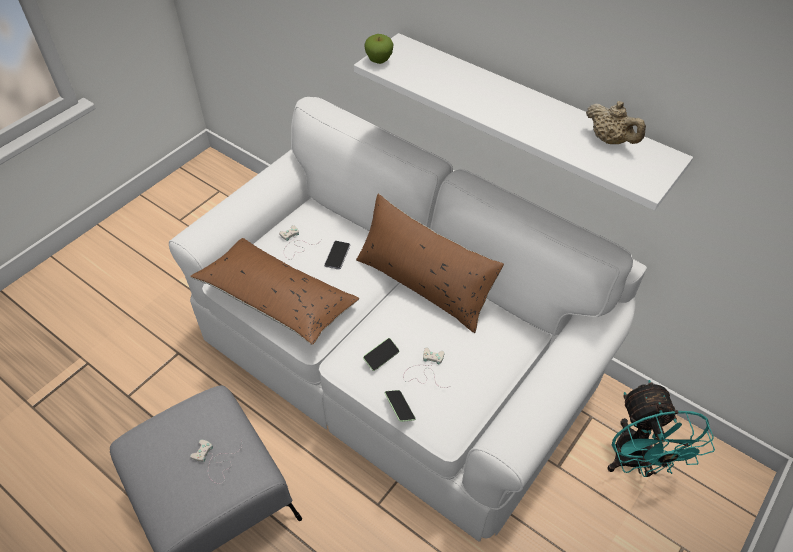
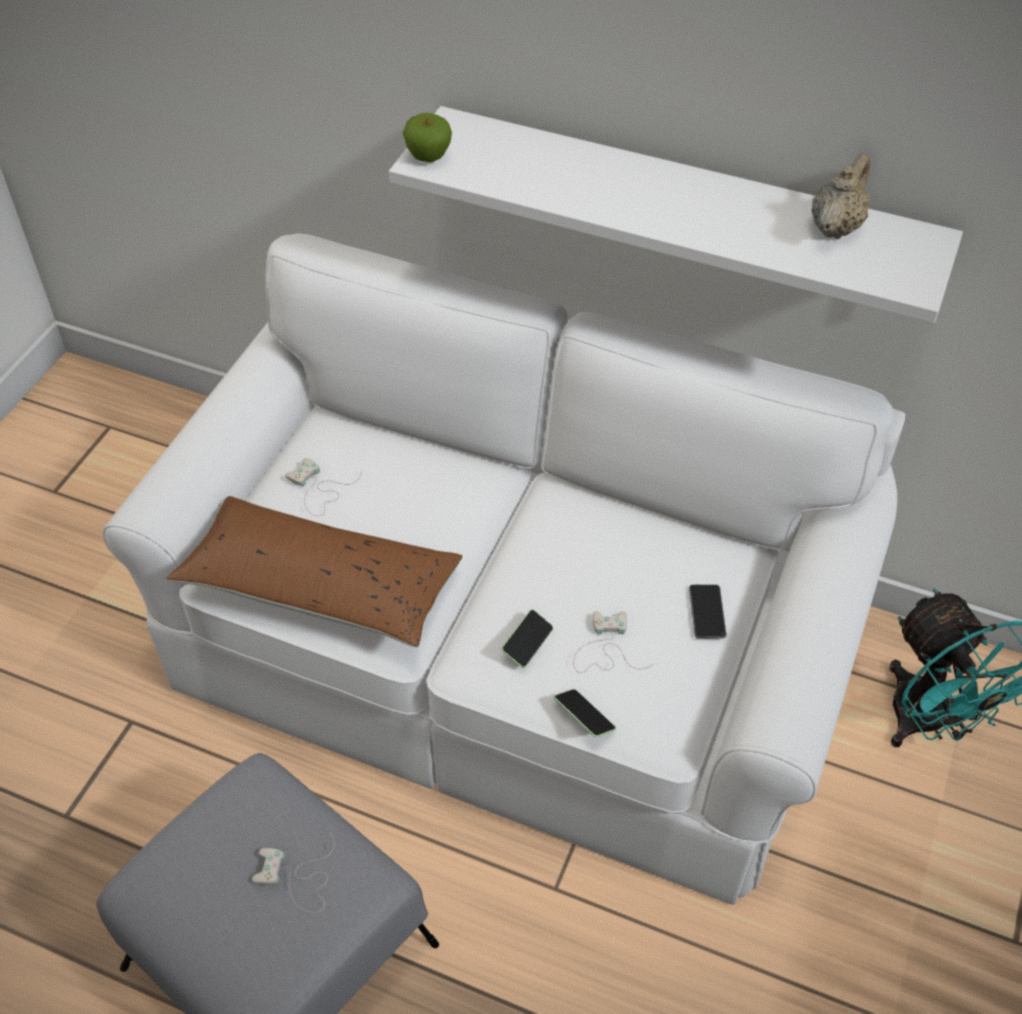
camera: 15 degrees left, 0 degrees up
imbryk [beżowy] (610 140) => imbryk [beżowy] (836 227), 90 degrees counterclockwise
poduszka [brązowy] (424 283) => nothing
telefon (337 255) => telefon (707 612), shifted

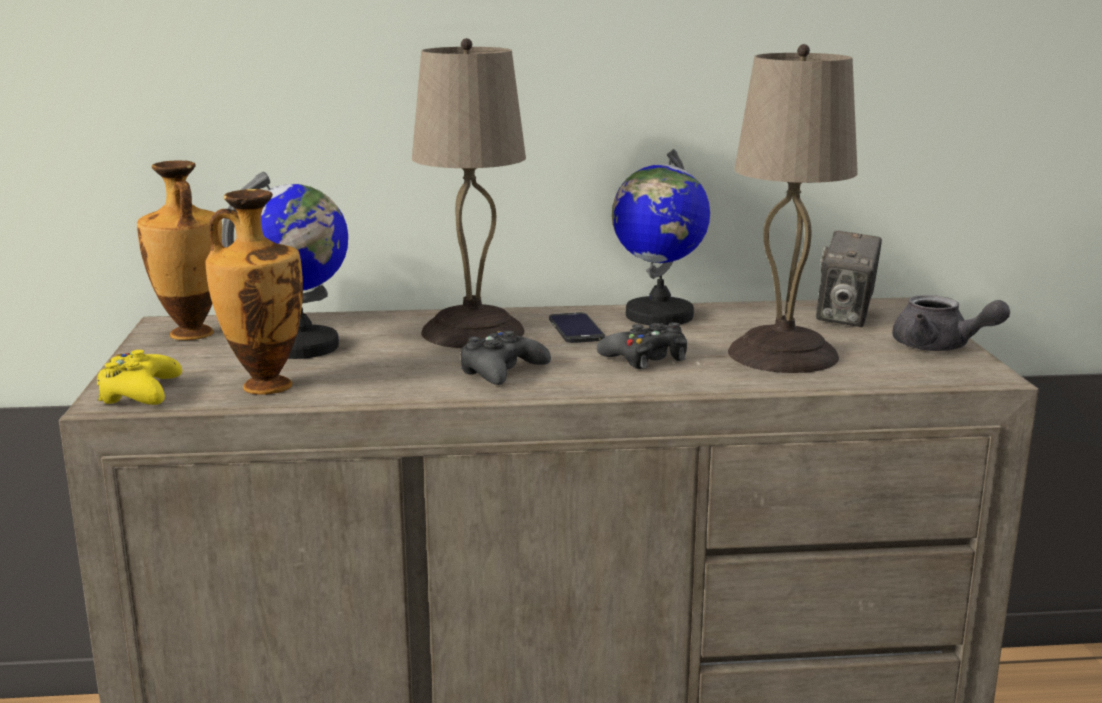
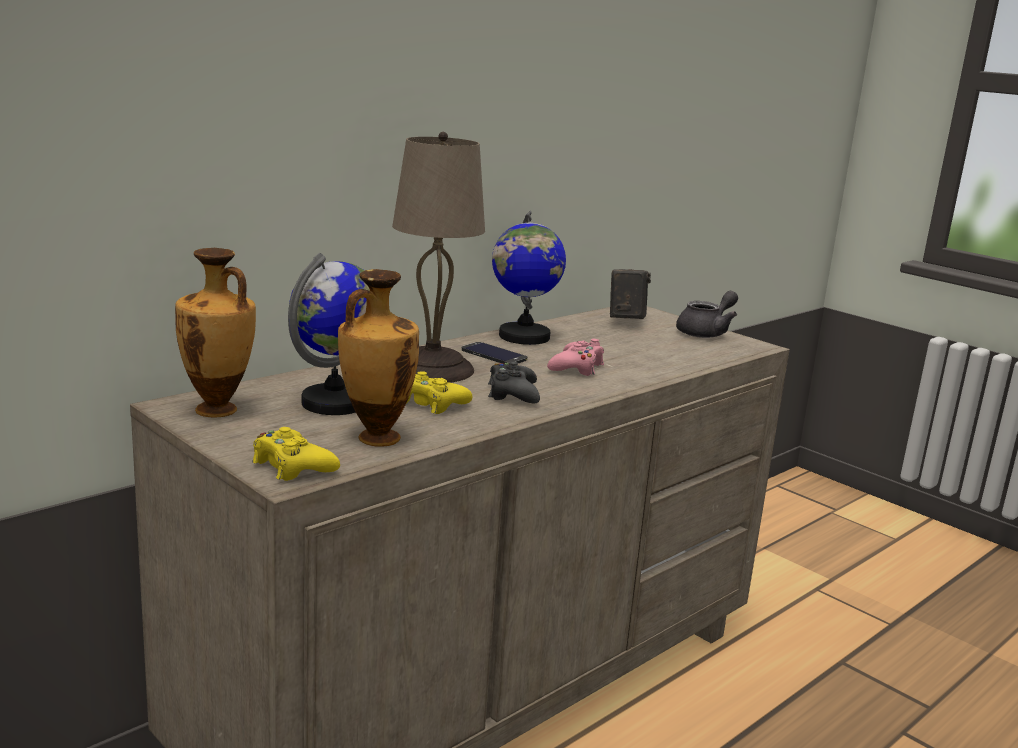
camera: 40 degrees left, 0 degrees up
lampa stołowa [beżowy] (785 355) => nothing
aparat fotograficzny (845 317) => aparat fotograficzny (626 321), 150 degrees counterclockwise
imbryk [szary] (940 347) => imbryk [szary] (706 332), 45 degrees counterclockwise
pad do gier [czarny] (646 358) => pad do gier [różowy] (576 367)
nothing => pad do gier [żółty] (430 403)

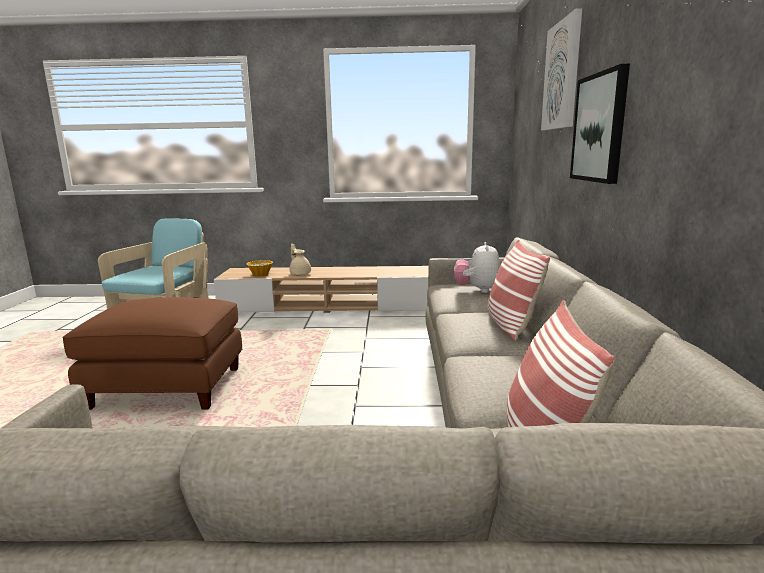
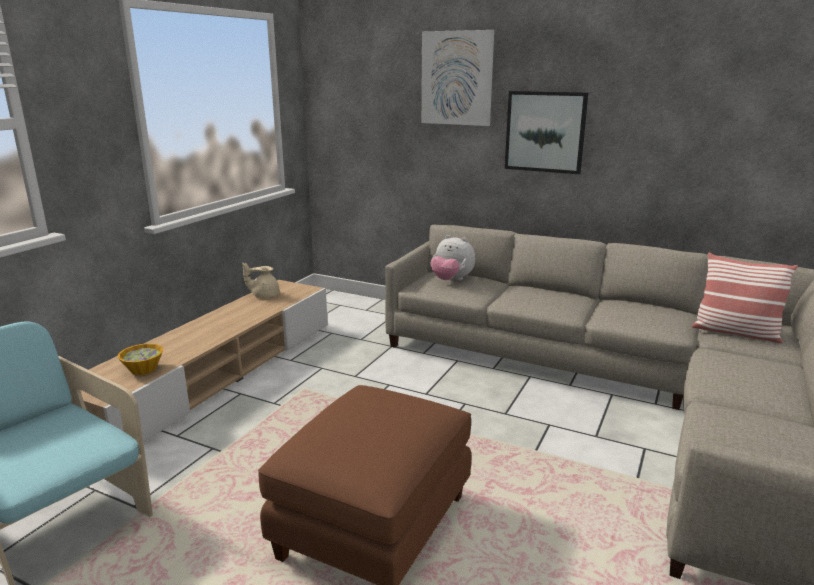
camera: 65 degrees left, 5 degrees up
poduszka (510 325) => nothing
imbryk [beżowy] (300 273) => imbryk [beżowy] (264 295), shifted

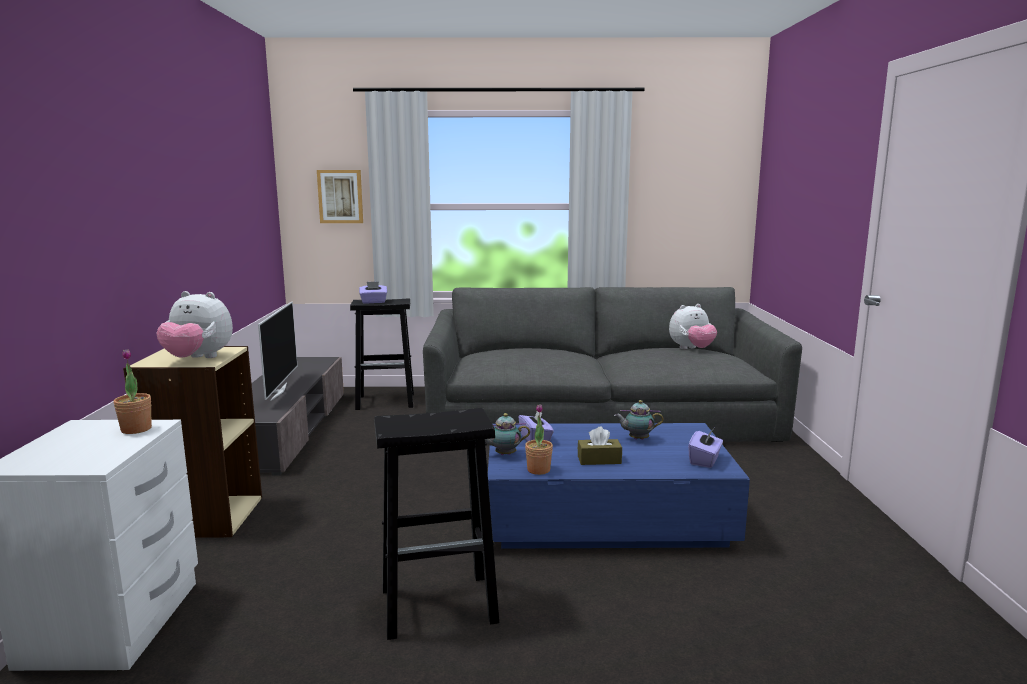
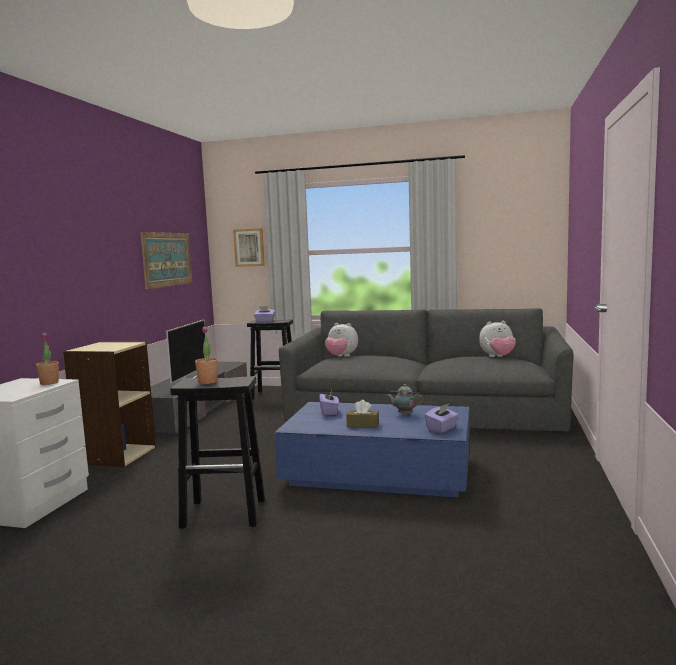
camera: 15 degrees right, 5 degrees down
pluszak (198 359) => pluszak (341 357), shifted
roślina doniczkowa (538 470) => roślina doniczkowa (208 382), shifted
imbryk (504 454) => nothing
nothing => obraz (167 259)

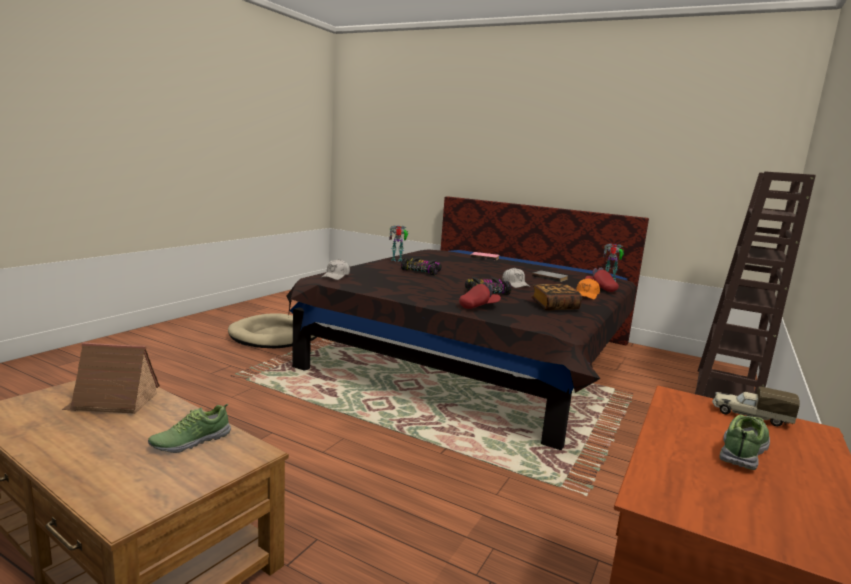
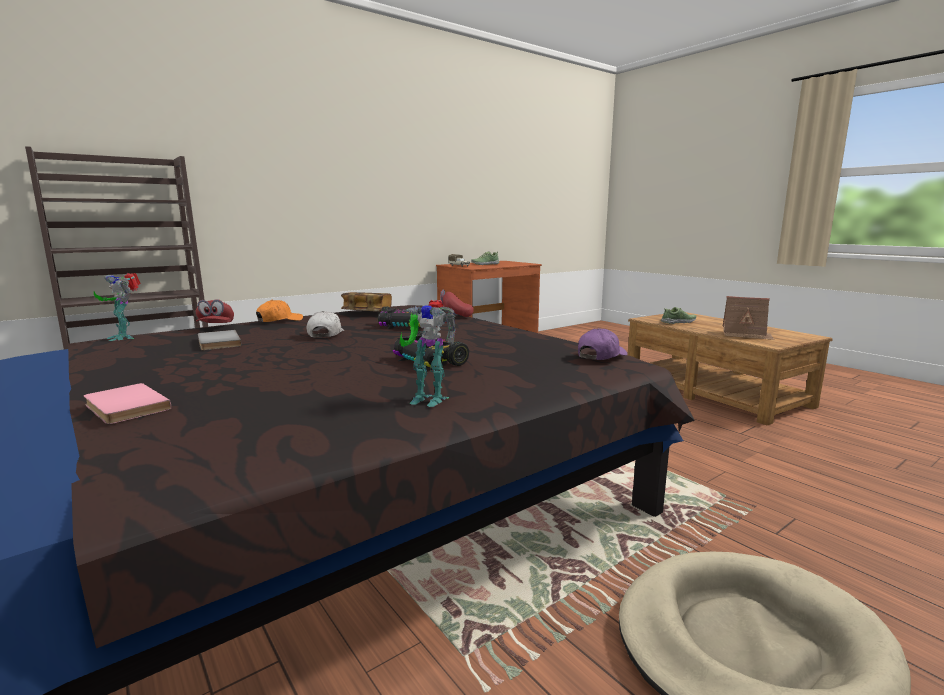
camera: 155 degrees left, 0 degrees up
czapka z daszkiem [biały] (336 276) => czapka z daszkiem [fioletowy] (601 356)

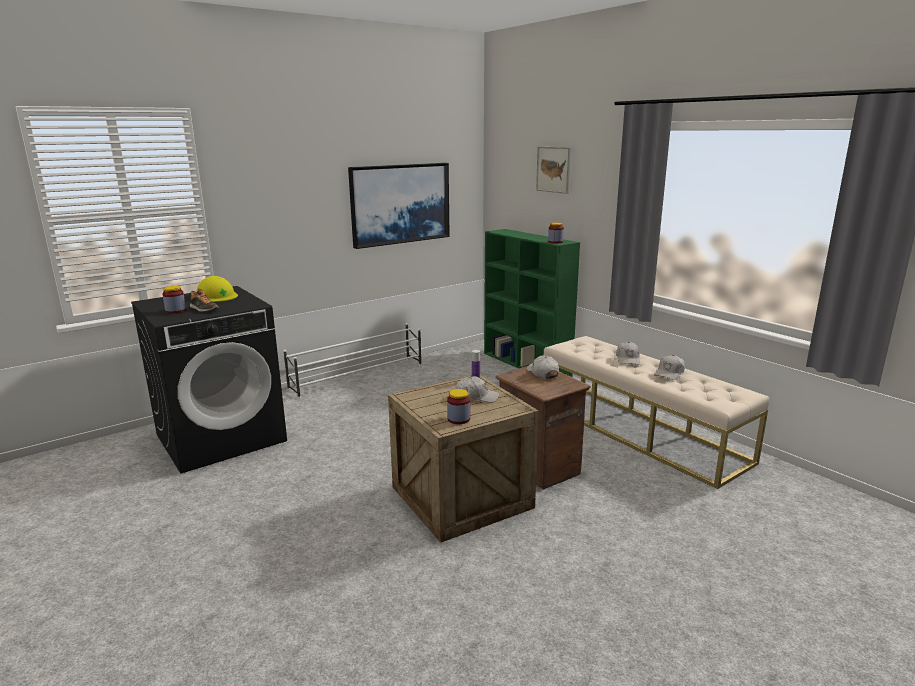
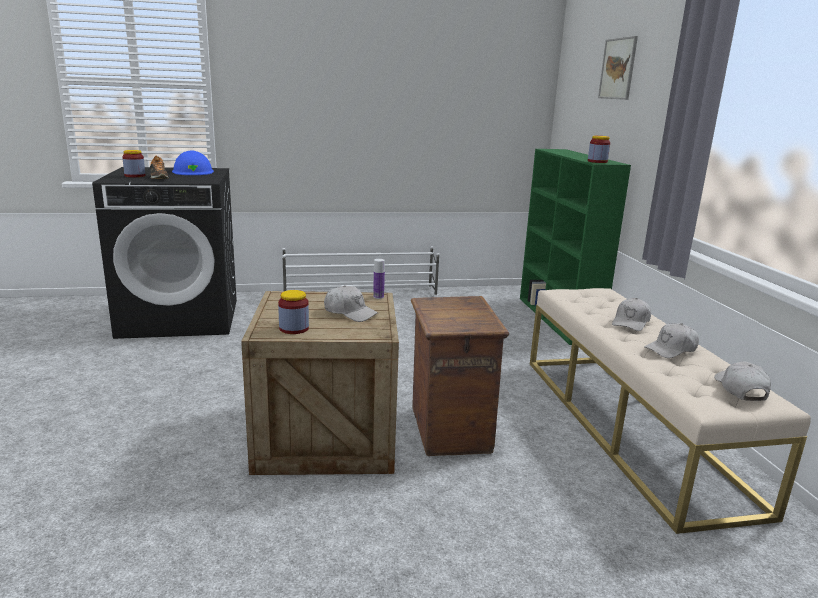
camera: 25 degrees right, 0 degrees up
obraz (400 204) => nothing
kask [żółty] (216 296) => kask [niebieski] (193 171)
czapka z daszkiem [biały] (542 373) => czapka z daszkiem [biały] (740 389), shifted

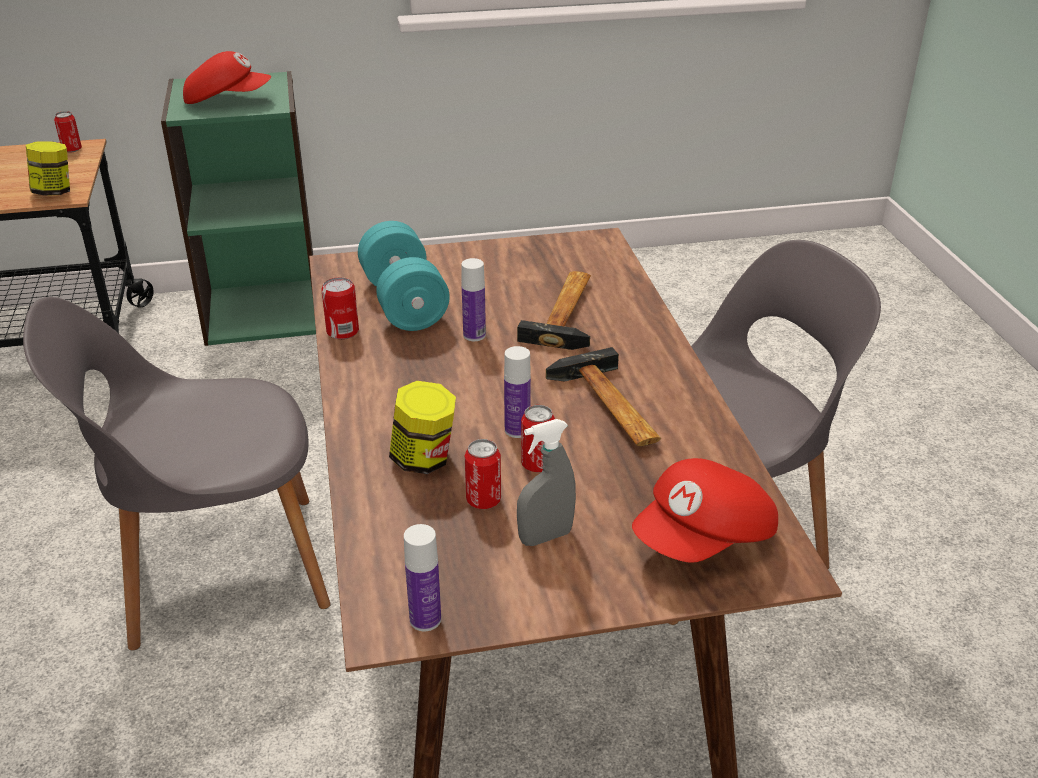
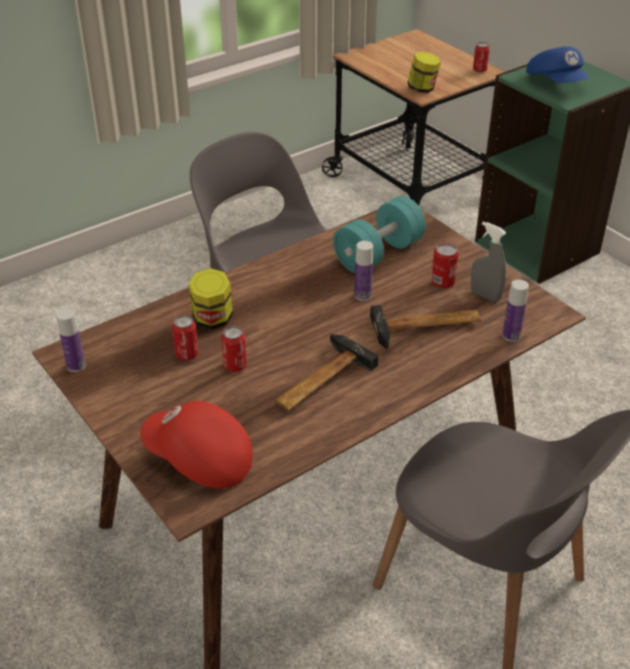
camera: 65 degrees right, 5 degrees up
czapka z daszkiem [czerwony] (227 100) => czapka z daszkiem [niebieski] (556 82)
puszka (342 331) => puszka (443 282), shifted
butelka (517 430) => butelka (511 336), shifted
spryskiwacz [szary] (545 537) => spryskiwacz [szary] (485 295), shifted

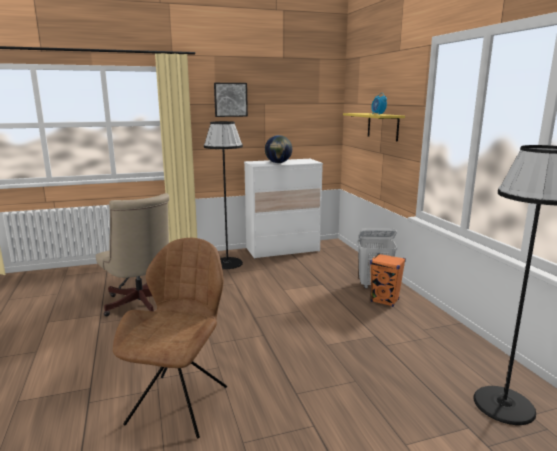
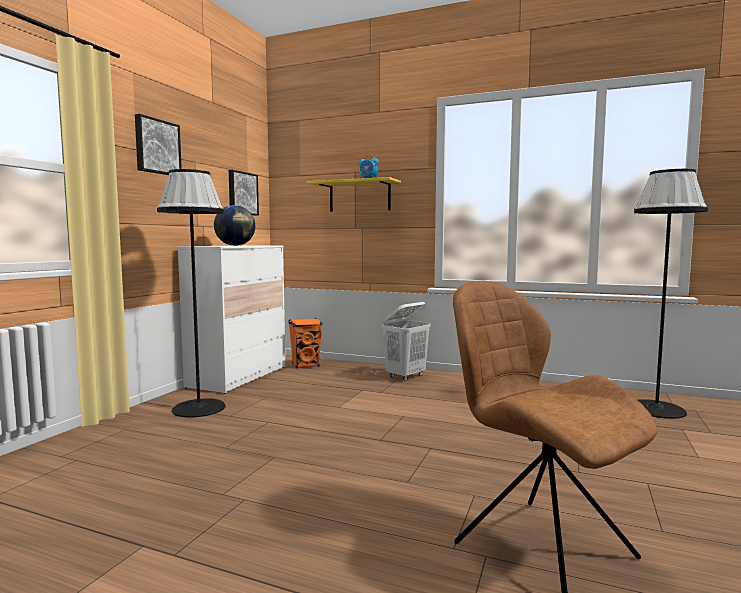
camera: 50 degrees left, 10 degrees down
krzesło biurowe [beżowy] (141 305) => nothing
głośnik [pomarańczowy] (385 301) => głośnik [pomarańczowy] (305 365), shifted
nothing => obraz (242 193)

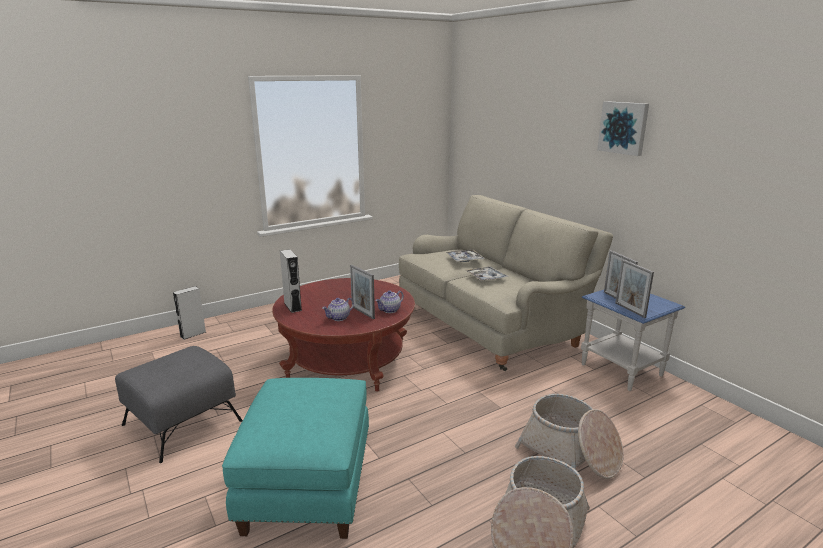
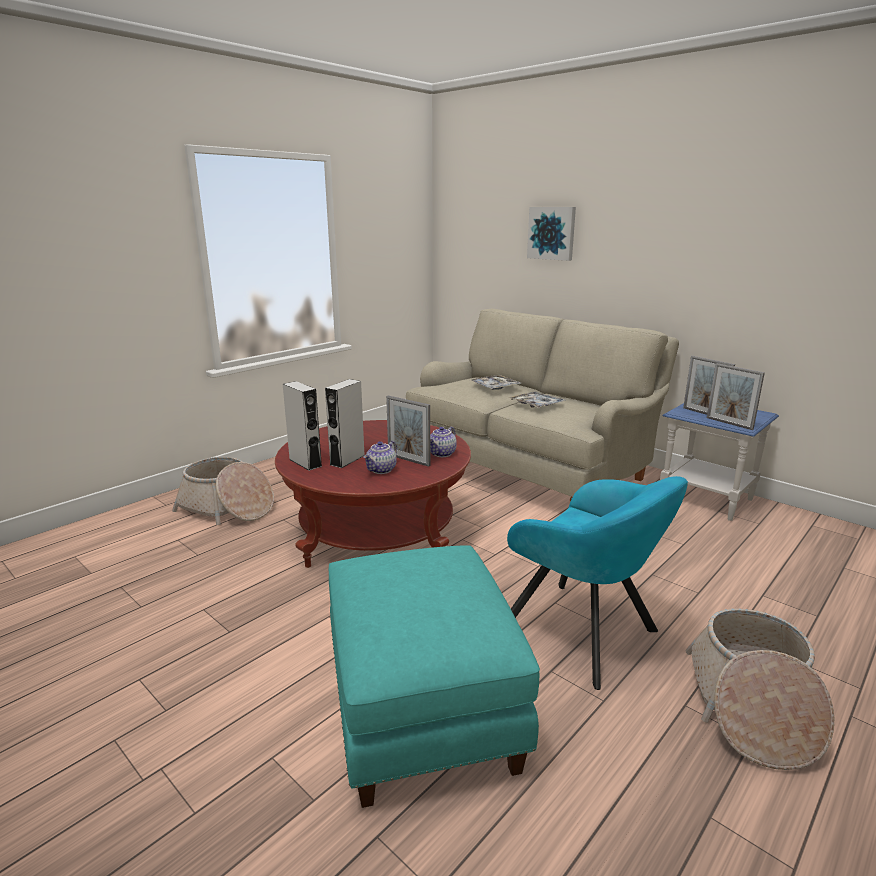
camera: 15 degrees left, 0 degrees up
obraz (623 128) => obraz (552 233), shifted
głośnik [szary] (193 334) => głośnik [szary] (347 460), shifted
pufa [szary] (183 422) => nothing
koszyk (570 452) => koszyk (227 508), shifted
nothing => fotel [turkusowy] (584 634)

